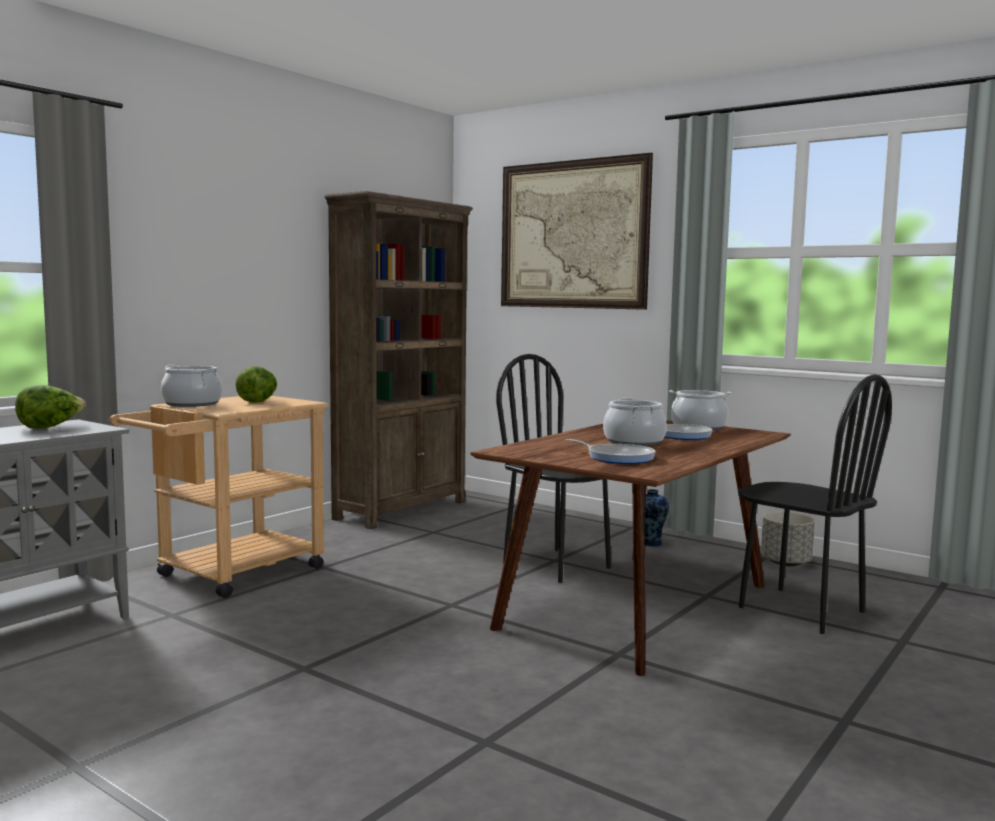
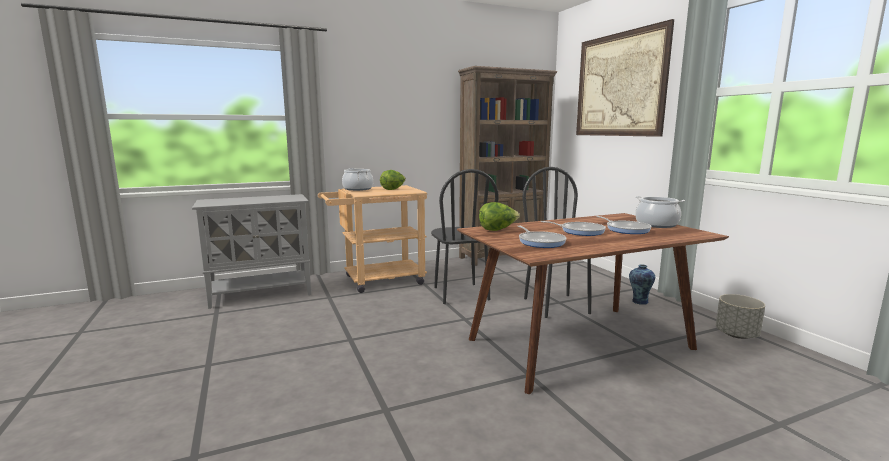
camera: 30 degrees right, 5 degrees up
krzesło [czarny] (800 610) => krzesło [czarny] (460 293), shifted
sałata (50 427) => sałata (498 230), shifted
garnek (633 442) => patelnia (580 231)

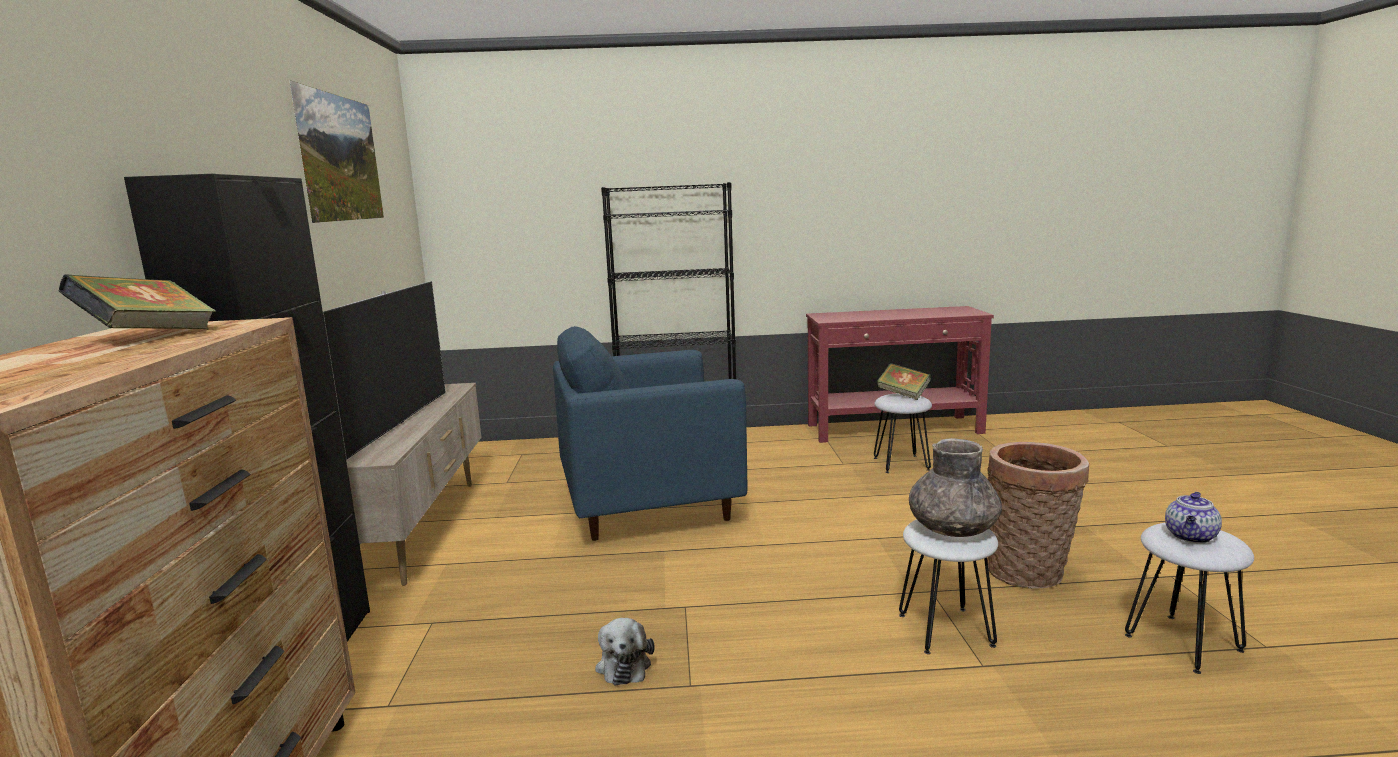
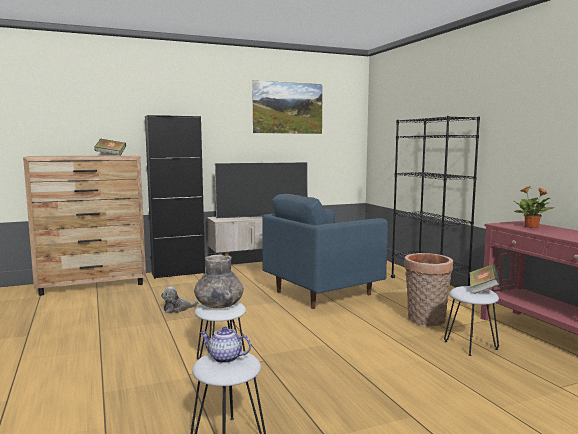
camera: 70 degrees right, 5 degrees down
fotel [niebieski] (651 507) => fotel [niebieski] (323 293), 90 degrees counterclockwise
koszyk (1029 573) => koszyk (425 321), shifted
nothing => roślina doniczkowa (532 227)

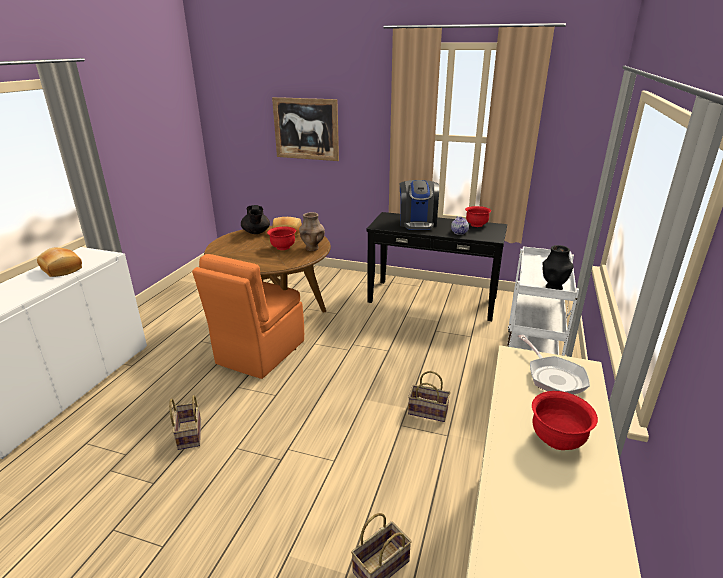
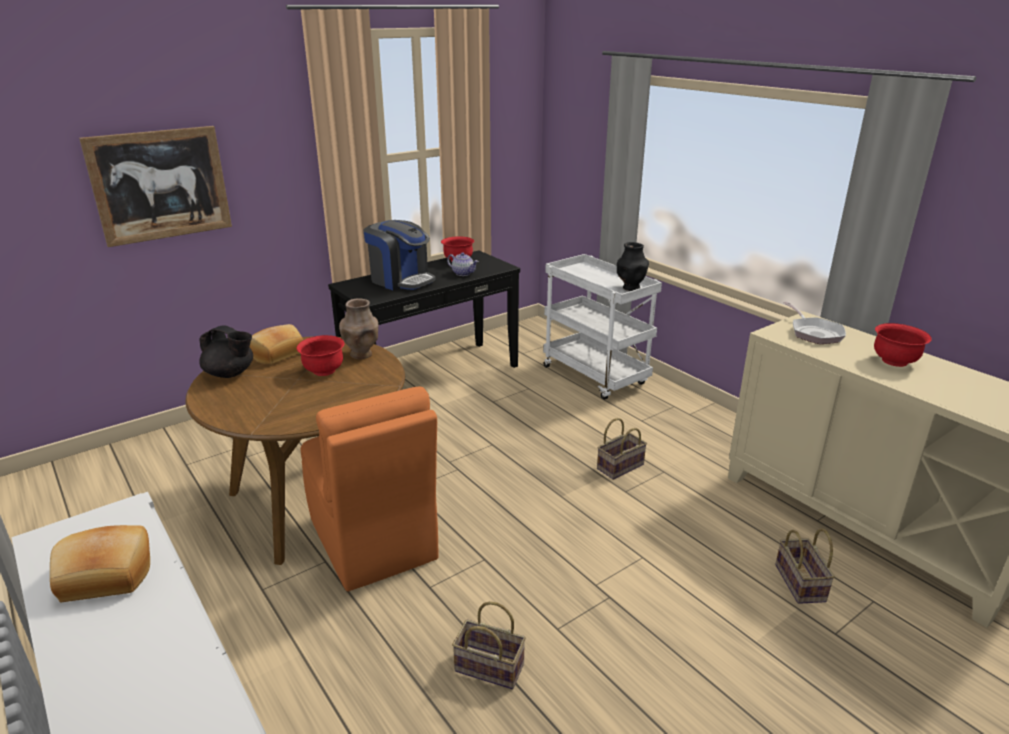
camera: 55 degrees left, 0 degrees up
patelnia (553 377) => patelnia (814 333), 60 degrees clockwise

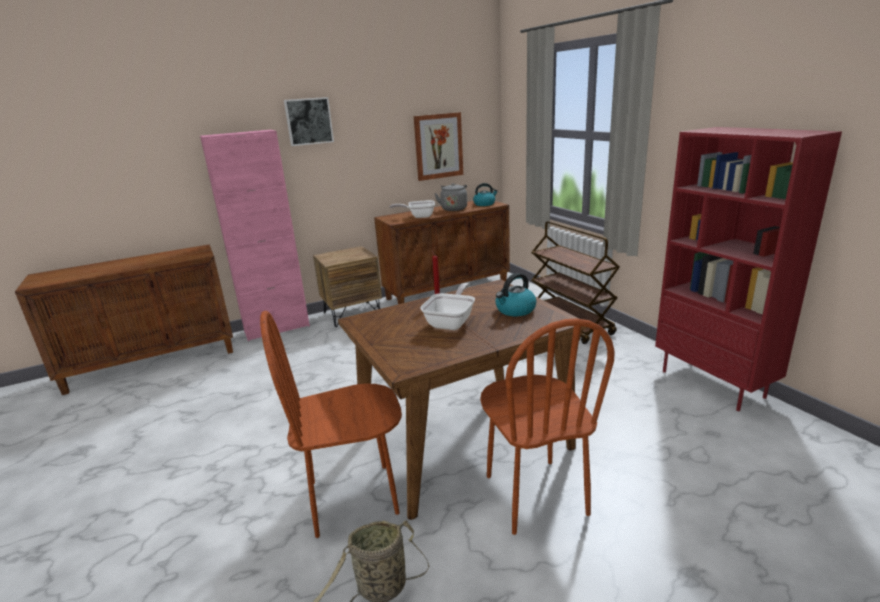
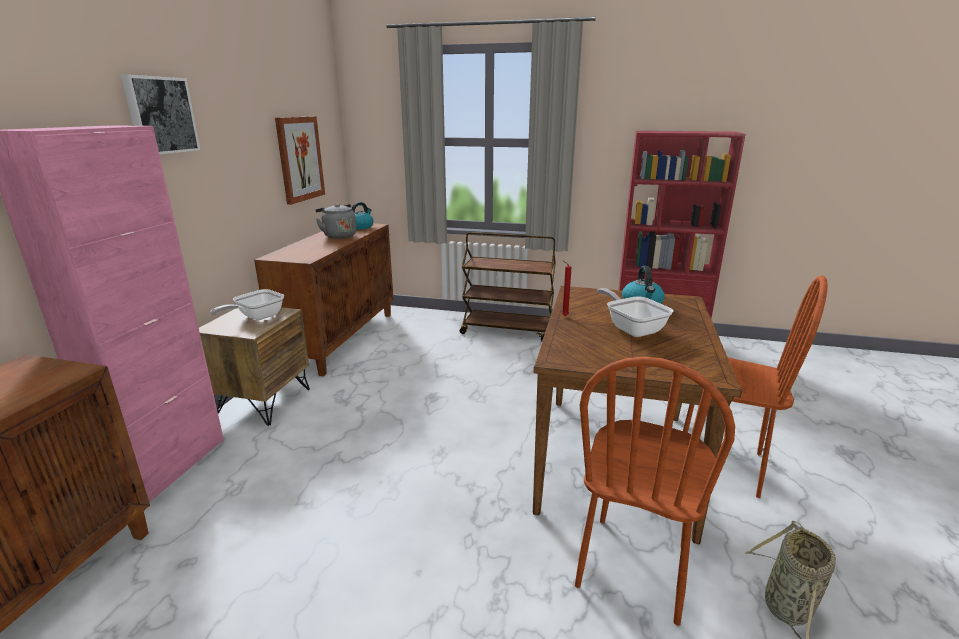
camera: 50 degrees left, 0 degrees up
patelnia (418 216) => patelnia (256 317), shifted

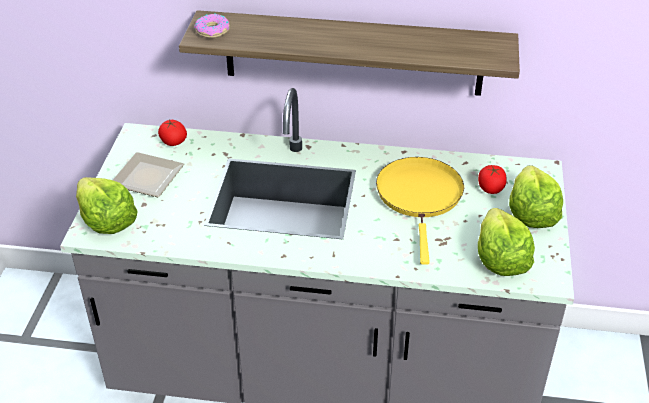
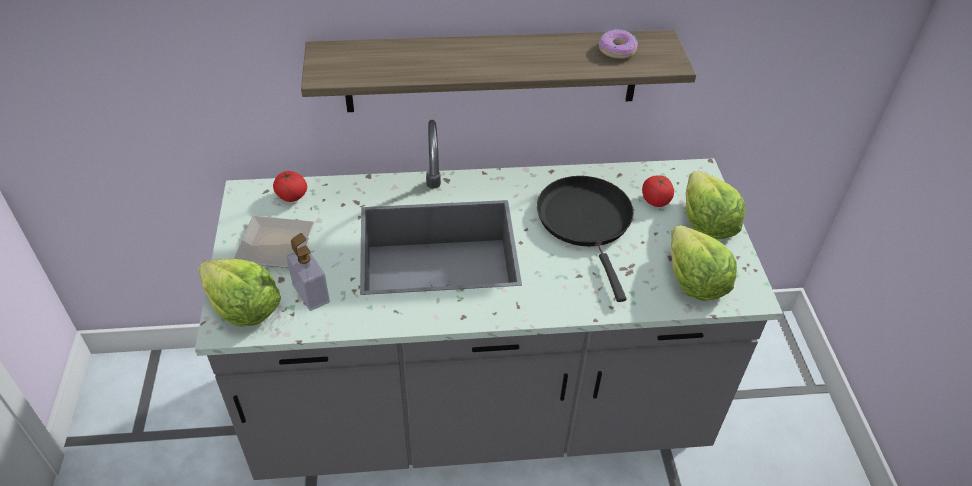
camera: 15 degrees left, 5 degrees up
donut (213 31) => donut (617 50), shifted
patelnia [żółty] (420 197) => patelnia [czarny] (586 221)
nothing => dozownik mydła (311 293)

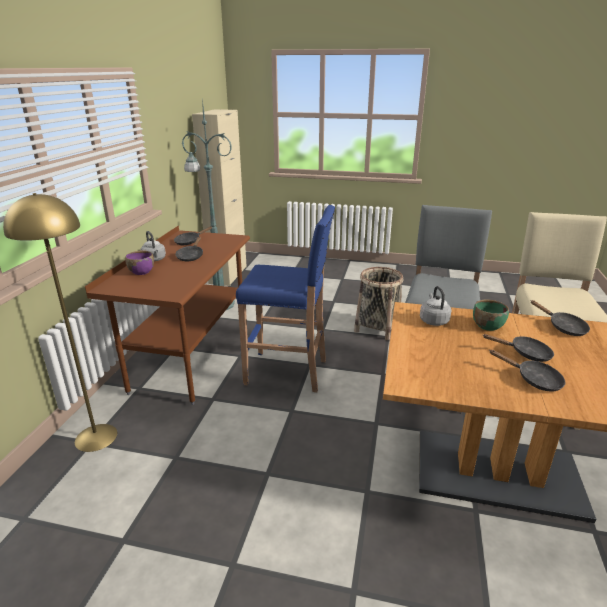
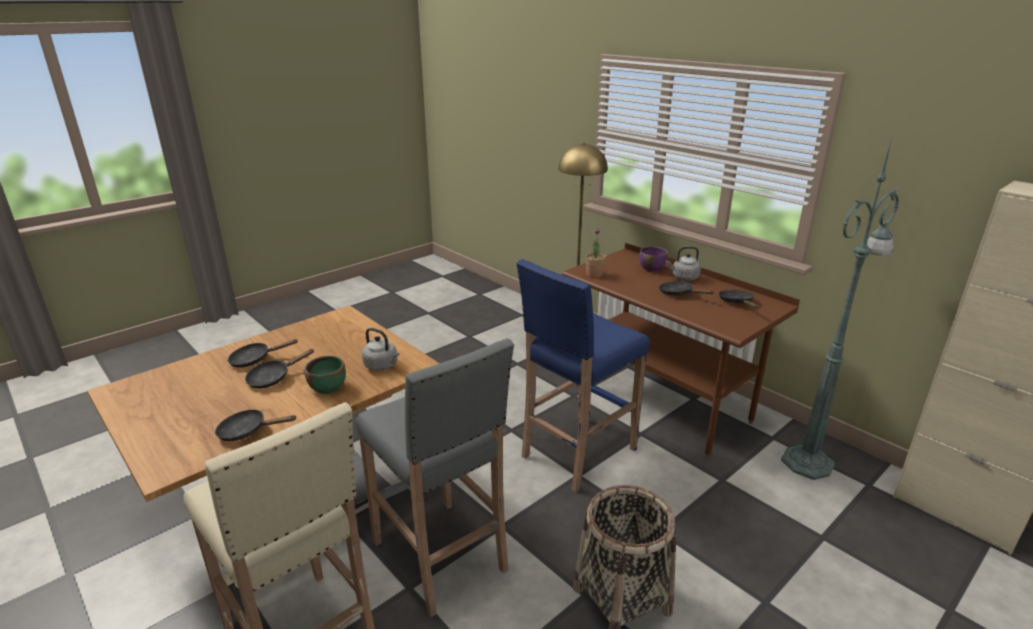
camera: 125 degrees right, 0 degrees up
nothing => roślina doniczkowa (594 274)

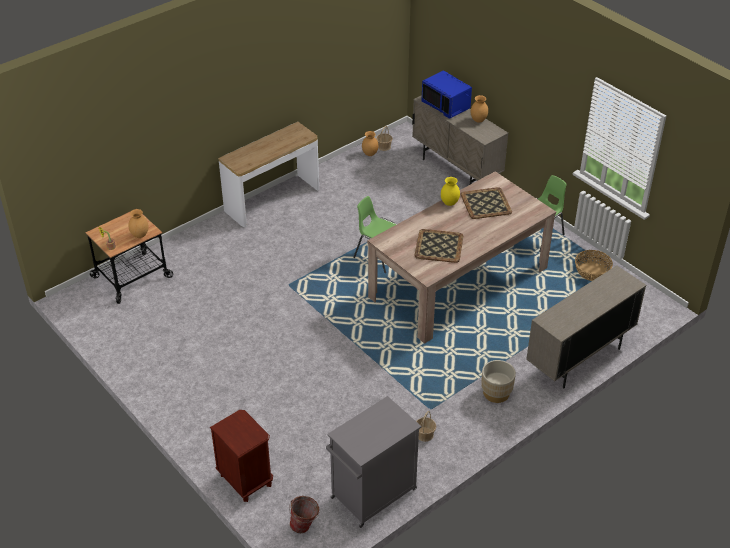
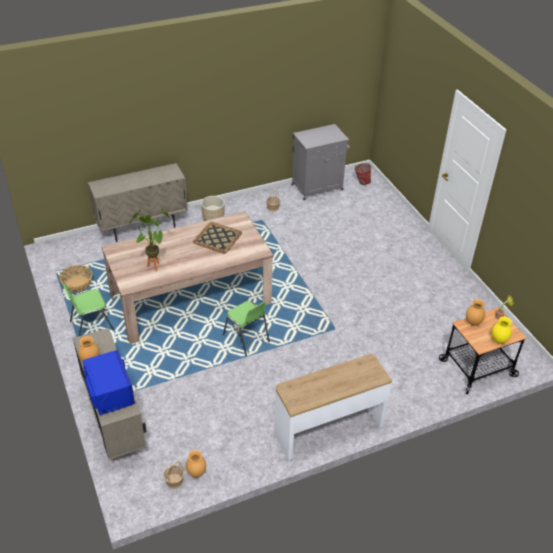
camera: 165 degrees left, 0 degrees up
wazon [żółty] (449 203) => wazon [żółty] (498 340), shifted
taca (486 203) => roślina doniczkowa (153 265)
szafka nocna [brązowy] (245 480) => nothing

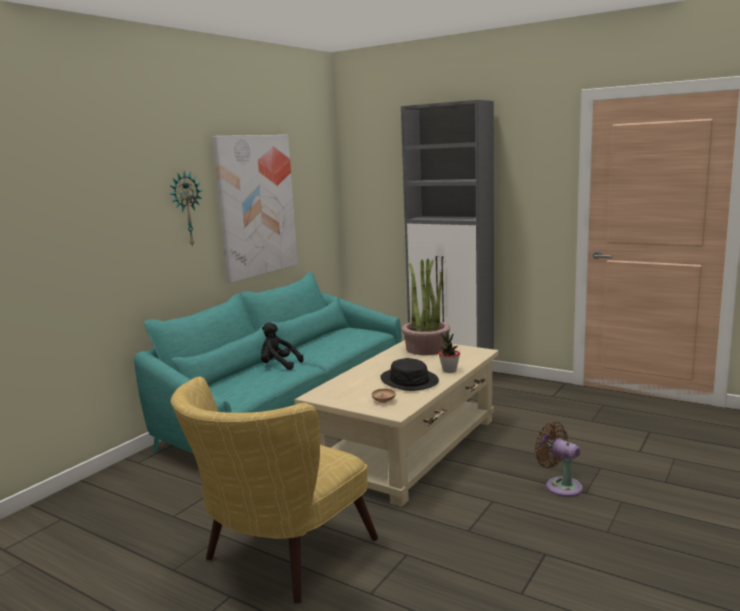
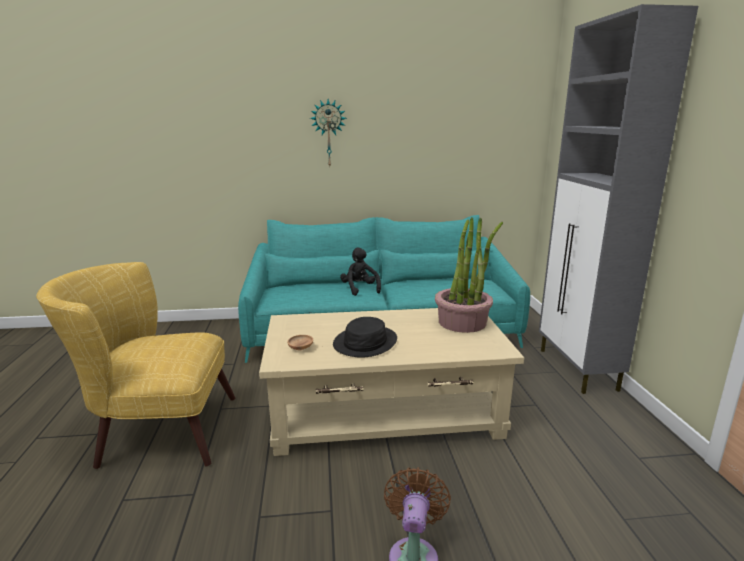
camera: 50 degrees right, 5 degrees up
obraz (256 205) => nothing
roślina doniczkowa (449 370) => nothing

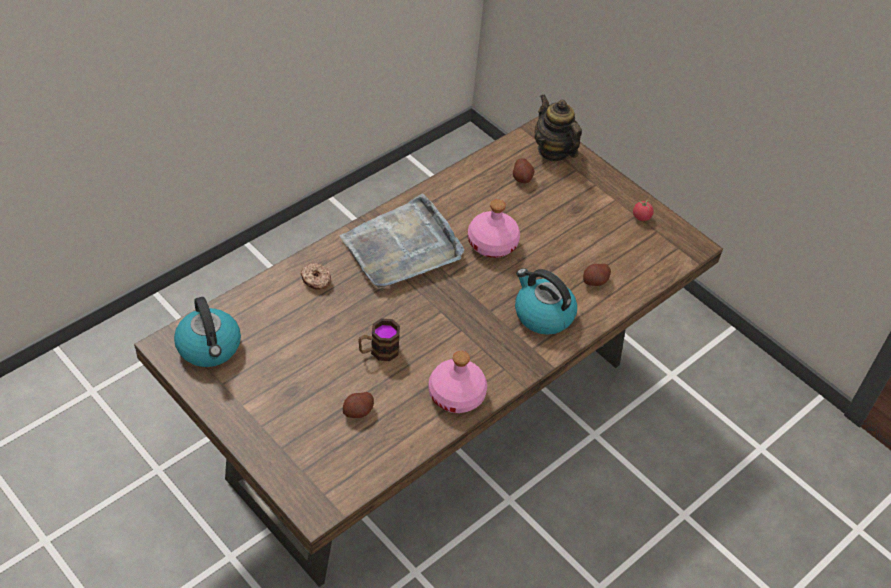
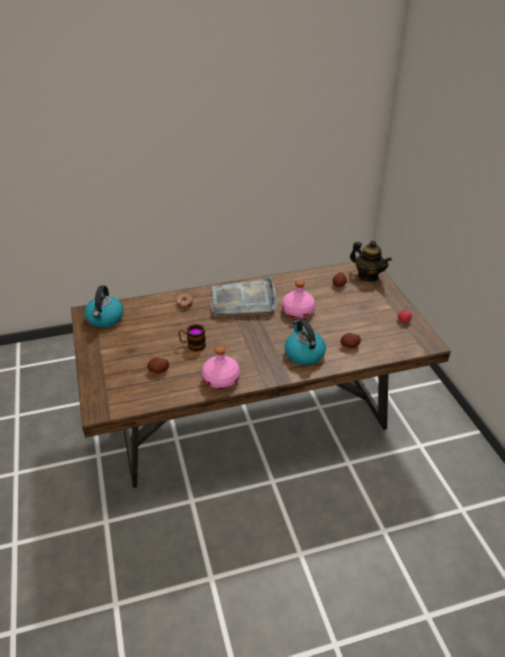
camera: 30 degrees right, 10 degrees down
imbryk (553 151) => imbryk (368 276), 135 degrees clockwise

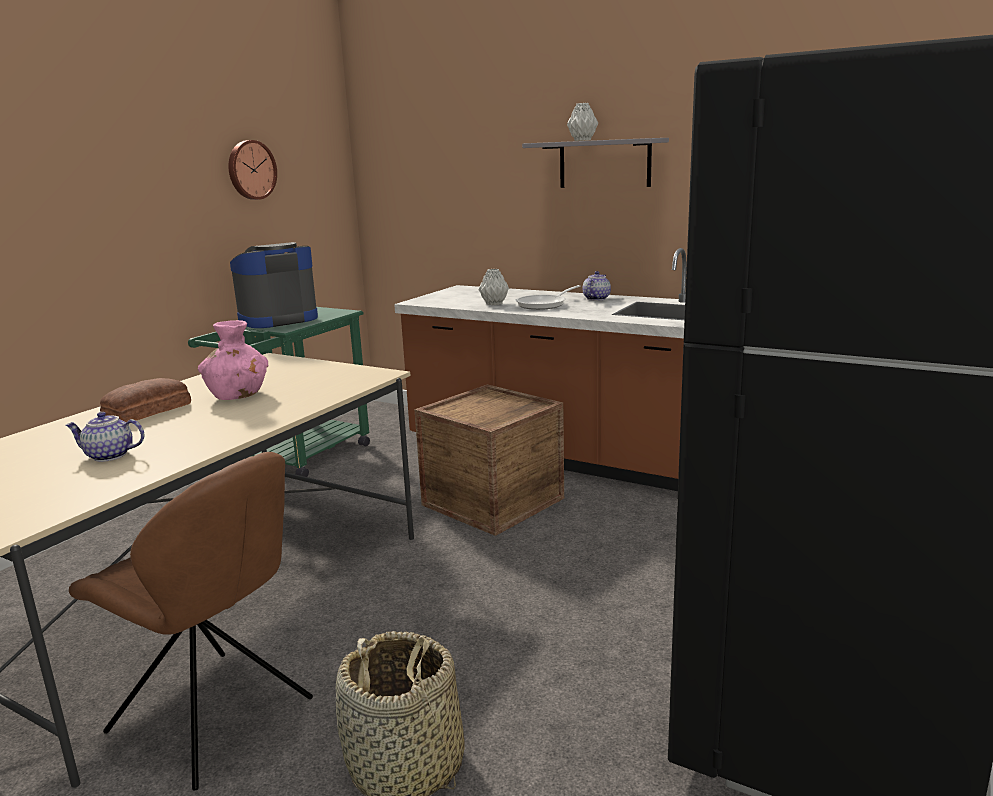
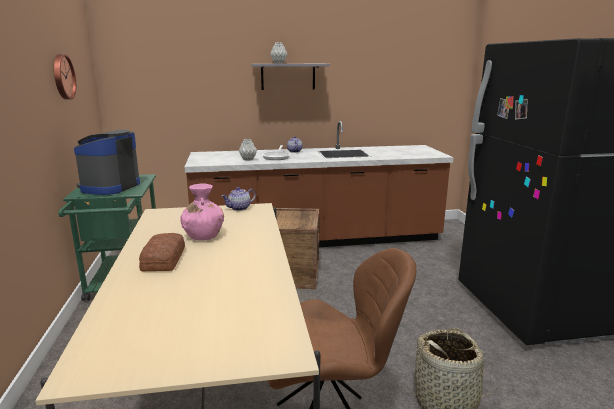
camera: 40 degrees left, 0 degrees up
imbryk (108 456) => imbryk (239 208), shifted

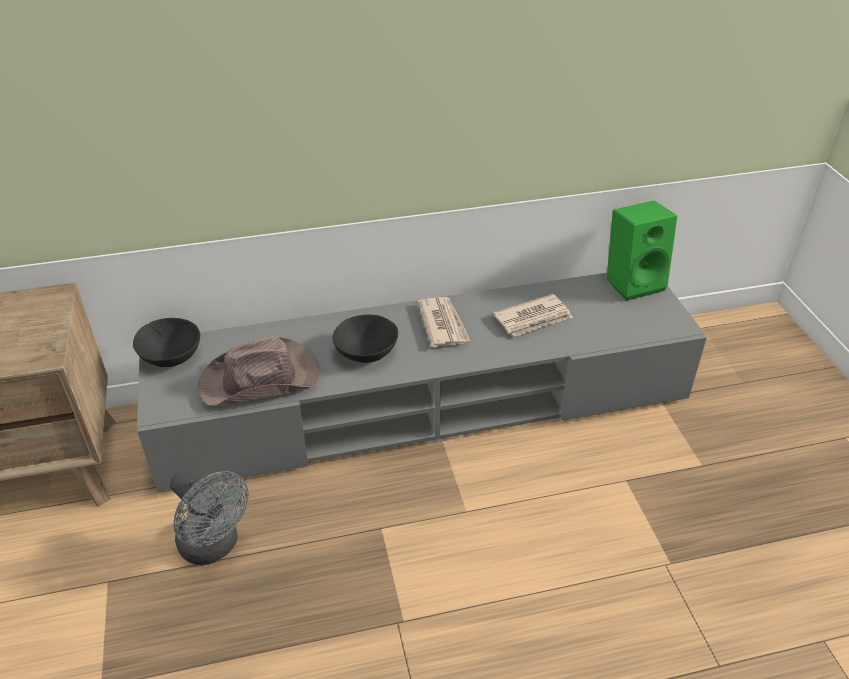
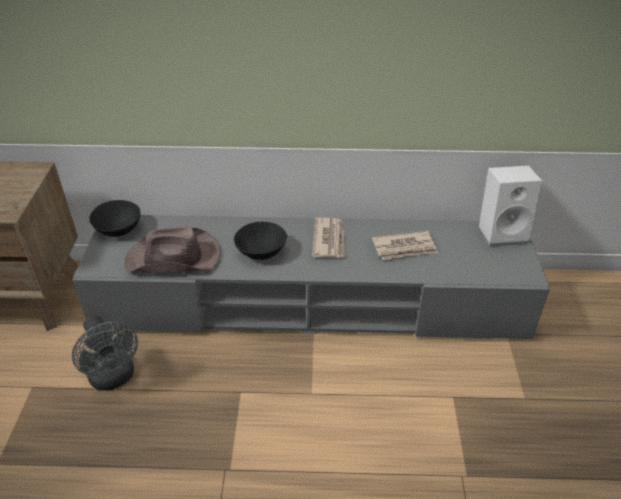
camera: 15 degrees right, 0 degrees up
głośnik [zielony] (633 282) => głośnik [biały] (502 232)

